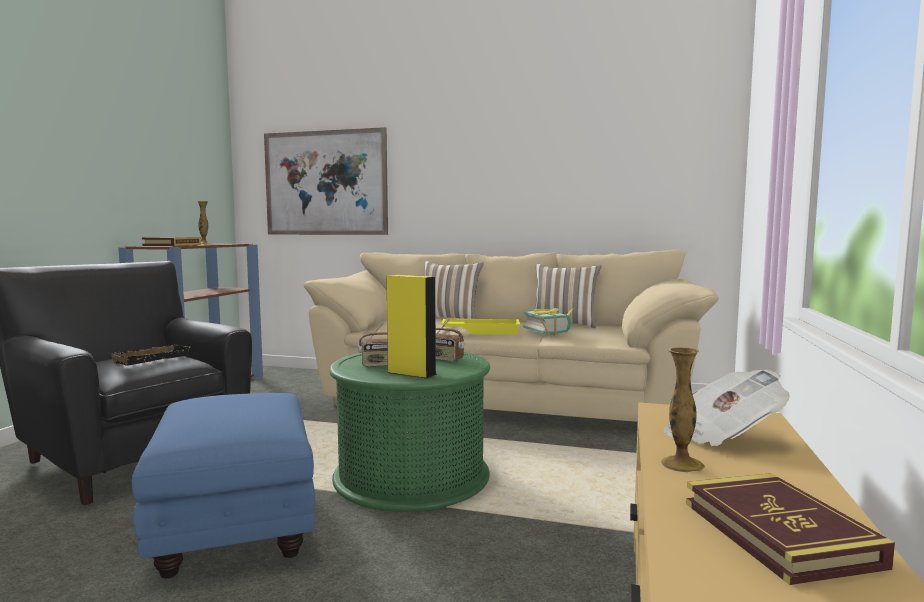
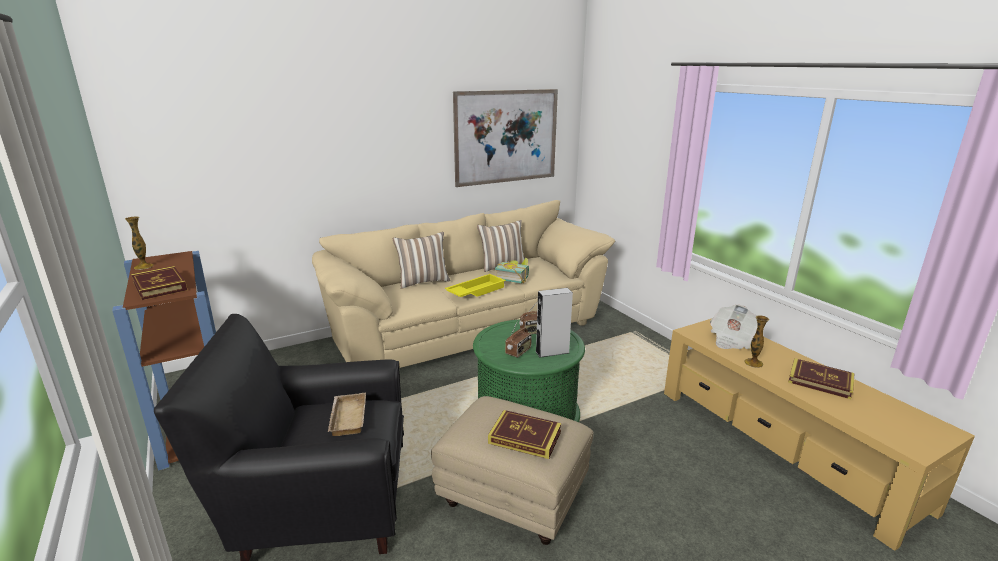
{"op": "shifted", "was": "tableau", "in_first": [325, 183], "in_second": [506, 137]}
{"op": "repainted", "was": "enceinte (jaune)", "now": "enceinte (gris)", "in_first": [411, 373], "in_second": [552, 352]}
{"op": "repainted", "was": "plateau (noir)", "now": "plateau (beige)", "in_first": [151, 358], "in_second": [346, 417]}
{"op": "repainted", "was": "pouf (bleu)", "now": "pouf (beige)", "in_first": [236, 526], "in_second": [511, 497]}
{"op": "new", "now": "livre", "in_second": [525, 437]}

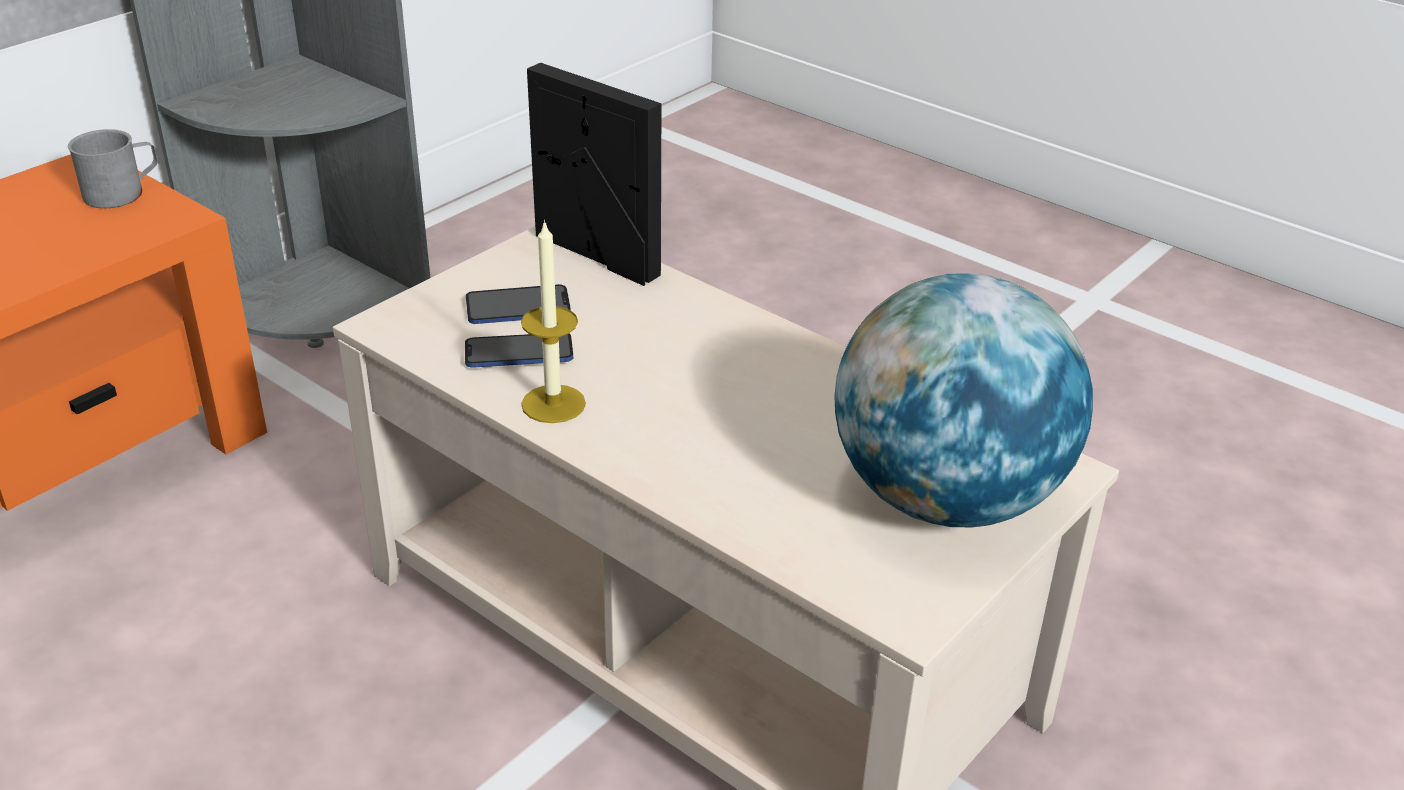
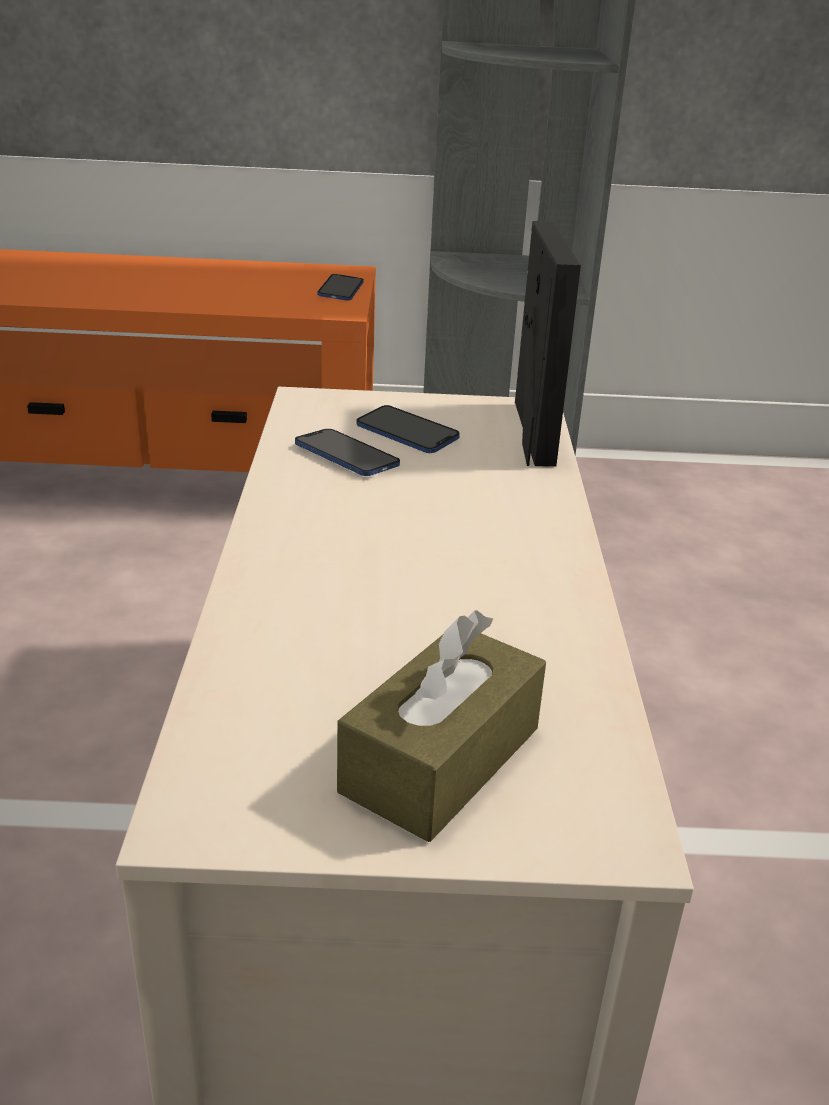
{"op": "swapped", "was": "mug (gris)", "now": "téléphone", "in_first": [123, 192], "in_second": [341, 289]}
{"op": "gone", "was": "bougie", "in_first": [553, 404]}
{"op": "swapped", "was": "globe", "now": "boîte à mouchoirs (marron)", "in_first": [946, 497], "in_second": [441, 759]}

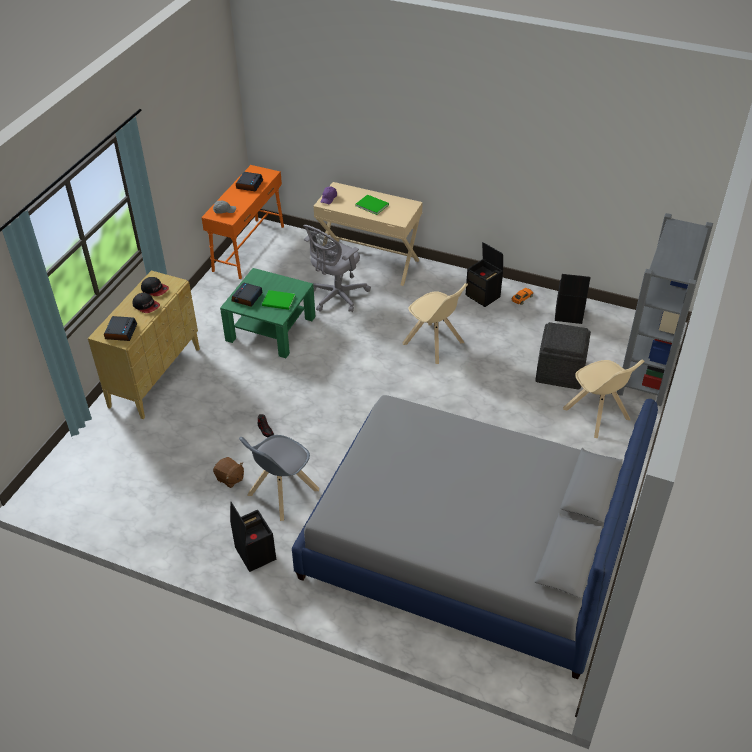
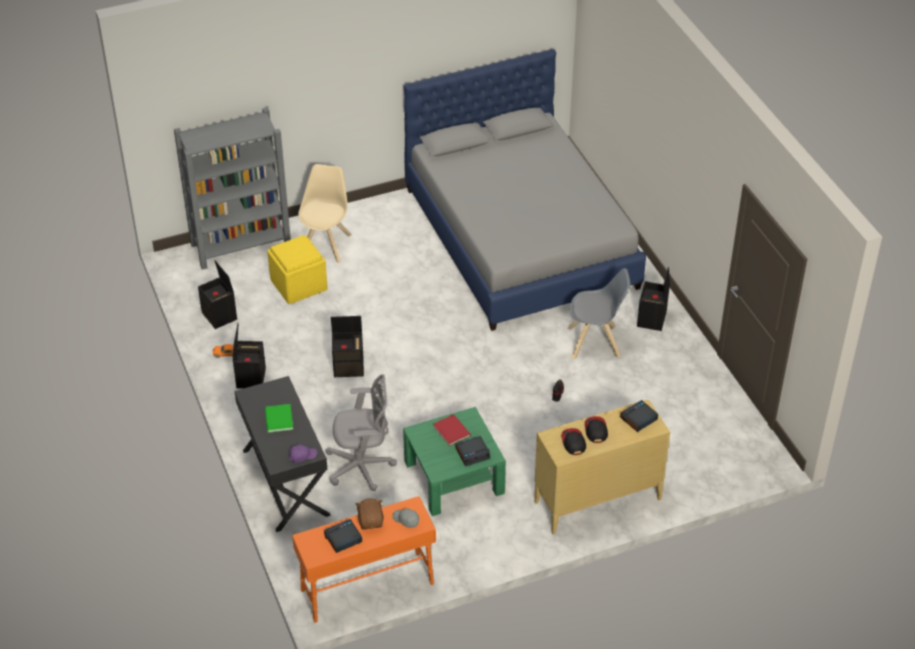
{"op": "repainted", "was": "bureau (beige)", "now": "bureau (noir)", "in_first": [369, 261], "in_second": [285, 482]}
{"op": "swapped", "was": "chaise (beige)", "now": "boîte de rangement (noir)", "in_first": [434, 344], "in_second": [349, 367]}
{"op": "repainted", "was": "livre (vert)", "now": "livre (rouge)", "in_first": [279, 301], "in_second": [452, 430]}
{"op": "repainted", "was": "pouf (gris)", "now": "pouf (jaune)", "in_first": [560, 372], "in_second": [299, 284]}
{"op": "shifted", "was": "peluche (marron)", "in_first": [230, 478], "in_second": [371, 521]}

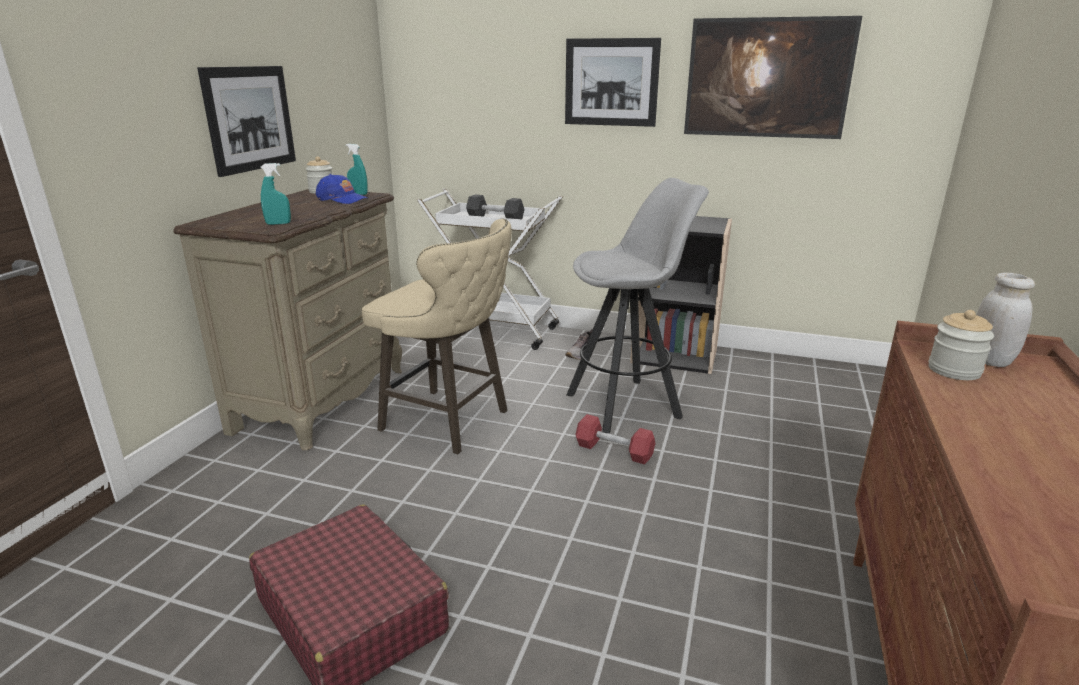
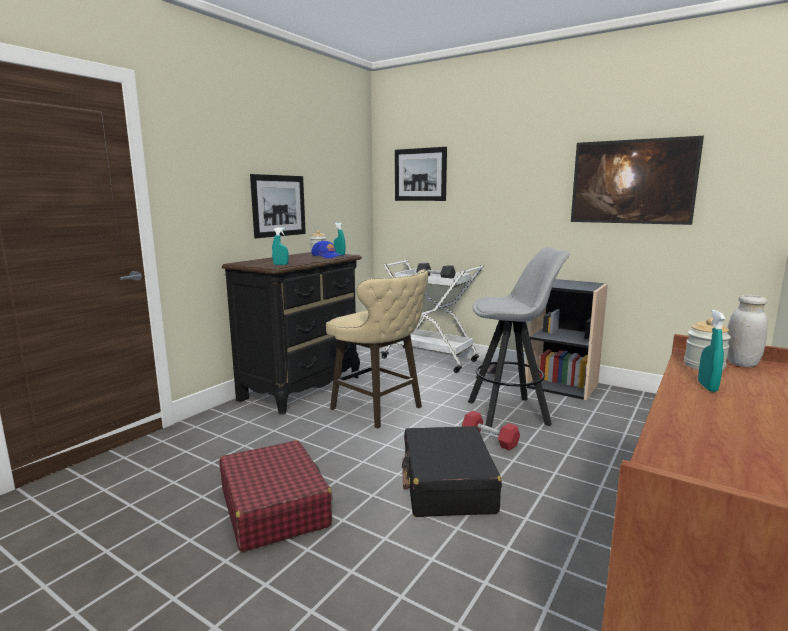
{"op": "shifted", "was": "tableau", "in_first": [611, 82], "in_second": [420, 174]}
{"op": "repainted", "was": "commode (beige)", "now": "commode (noir)", "in_first": [325, 400], "in_second": [303, 388]}
{"op": "new", "now": "vaporisateur (turquoise)", "in_second": [707, 387]}
{"op": "new", "now": "valise (noir)", "in_second": [447, 485]}

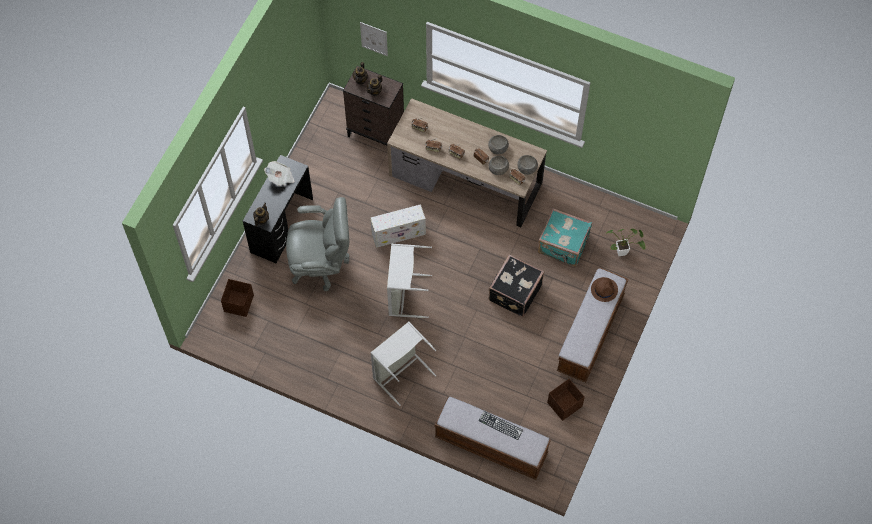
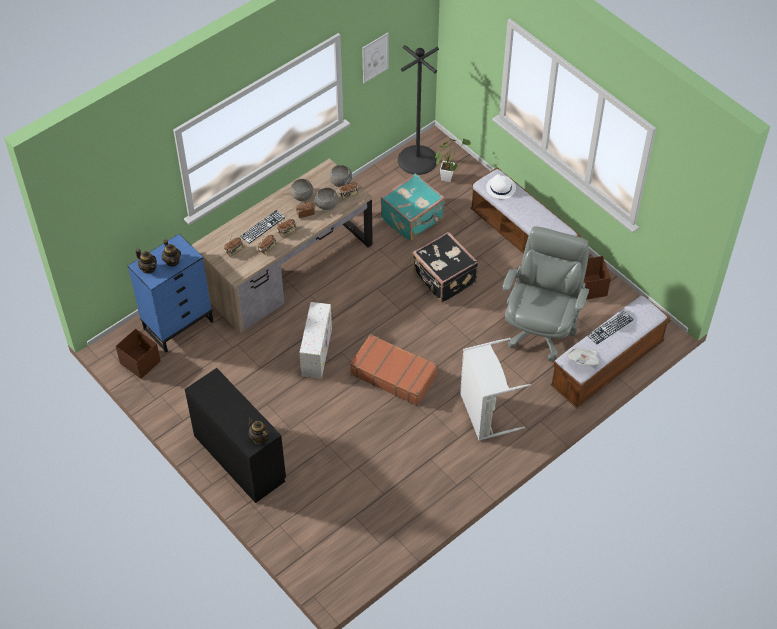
{"op": "shifted", "was": "tableau", "in_first": [374, 38], "in_second": [375, 57]}
{"op": "repainted", "was": "commode (marron)", "now": "commode (bleu)", "in_first": [376, 132], "in_second": [178, 324]}
{"op": "shifted", "was": "journal", "in_first": [280, 178], "in_second": [583, 361]}
{"op": "shifted", "was": "chaise de bureau (gris)", "in_first": [321, 264], "in_second": [541, 328]}
{"op": "swapped", "was": "panier à linge (gris)", "now": "valise (marron)", "in_first": [404, 295], "in_second": [393, 374]}
{"op": "repainted", "was": "chapeau (marron)", "now": "chapeau (blanc)", "in_first": [604, 289], "in_second": [500, 187]}
{"op": "shifted", "was": "boîte de rangement (marron)", "in_first": [239, 303], "in_second": [140, 362]}
{"op": "new", "now": "portant (noir)", "in_second": [417, 160]}
{"op": "new", "now": "clavier", "in_second": [262, 227]}

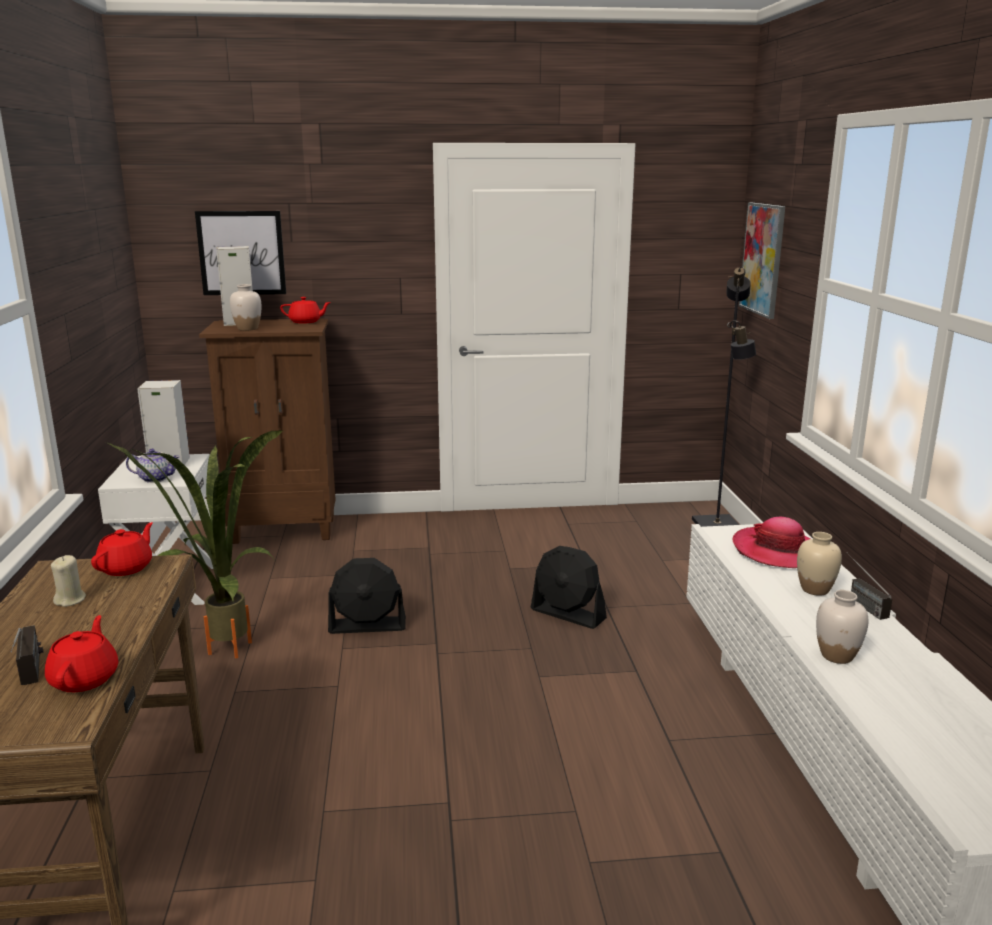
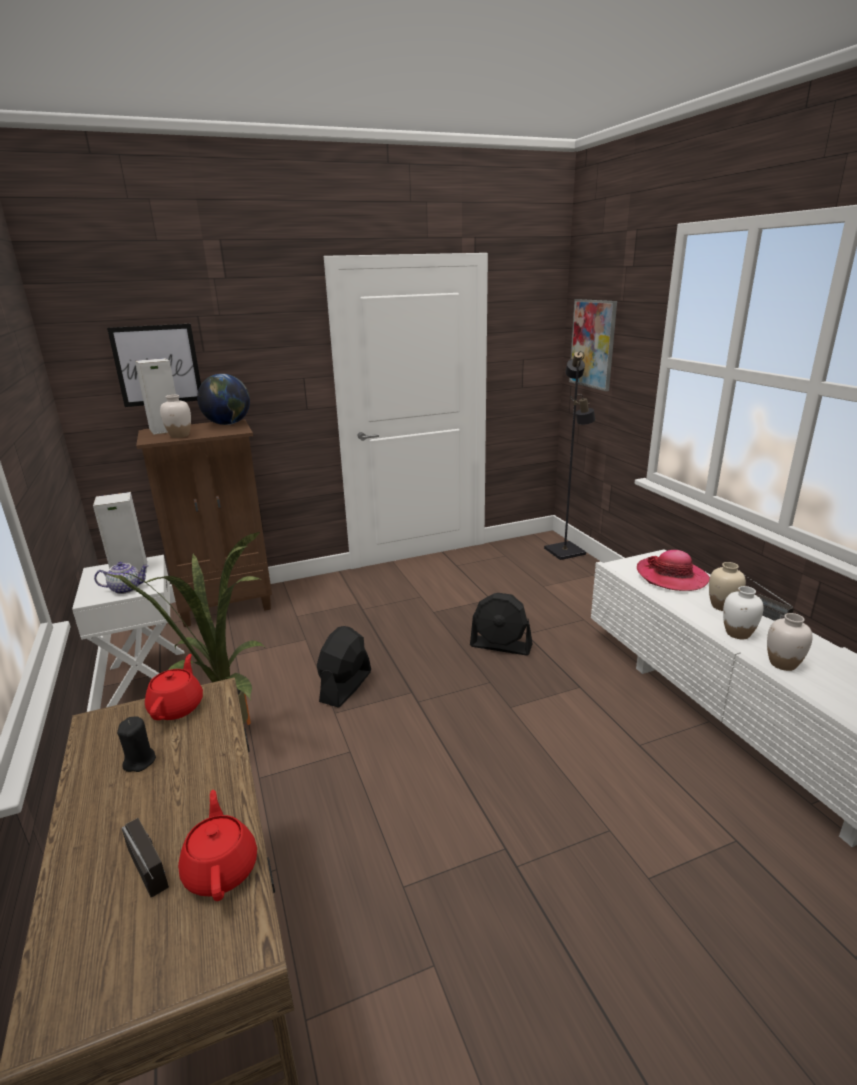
{"op": "swapped", "was": "théière (rouge)", "now": "globe", "in_first": [306, 322], "in_second": [228, 424]}
{"op": "repainted", "was": "bougie (beige)", "now": "bougie (noir)", "in_first": [70, 600], "in_second": [140, 761]}
{"op": "rotated", "was": "ventilateur (noir)", "in_first": [367, 626], "in_second": [346, 686], "clockwise": 135}
{"op": "new", "now": "vase (blanc)", "in_second": [738, 633]}

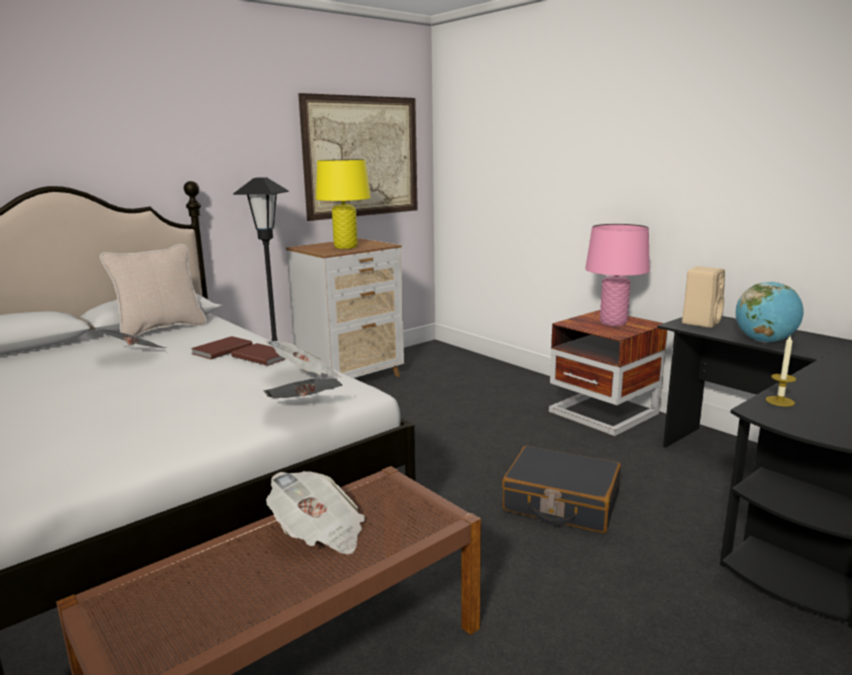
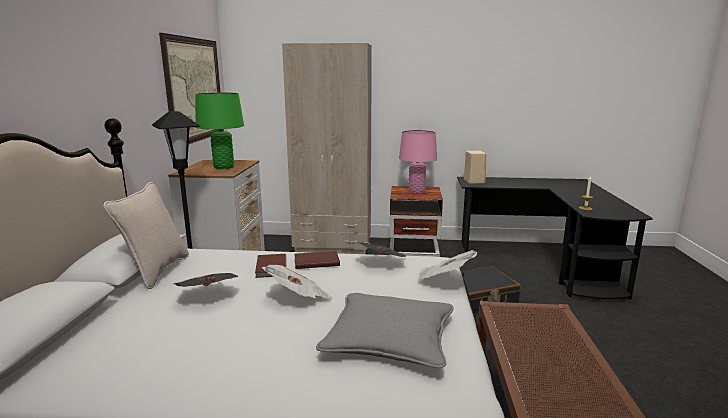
{"op": "repainted", "was": "lampe de table (jaune)", "now": "lampe de table (vert)", "in_first": [345, 247], "in_second": [224, 167]}
{"op": "gone", "was": "globe", "in_first": [765, 341]}
{"op": "shifted", "was": "journal", "in_first": [319, 534], "in_second": [298, 297]}
{"op": "new", "now": "armoire (beige)", "in_second": [333, 246]}
{"op": "new", "now": "coussin (gris)", "in_second": [389, 338]}

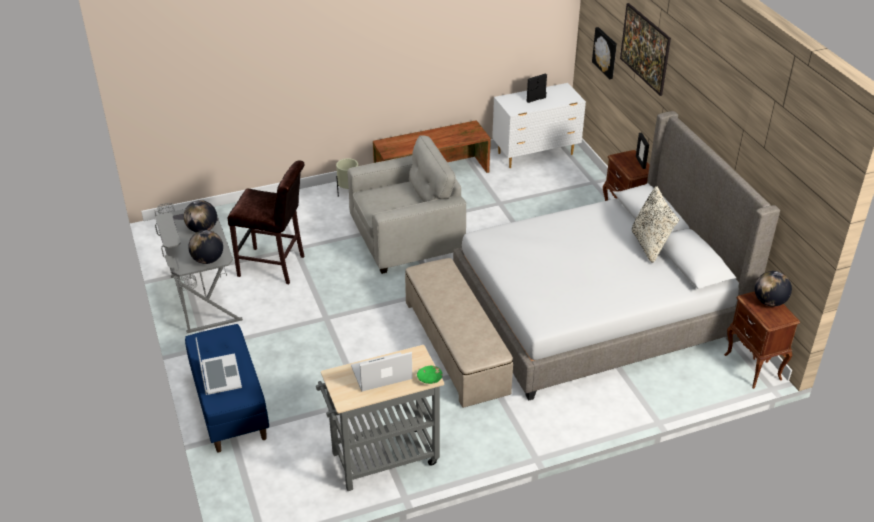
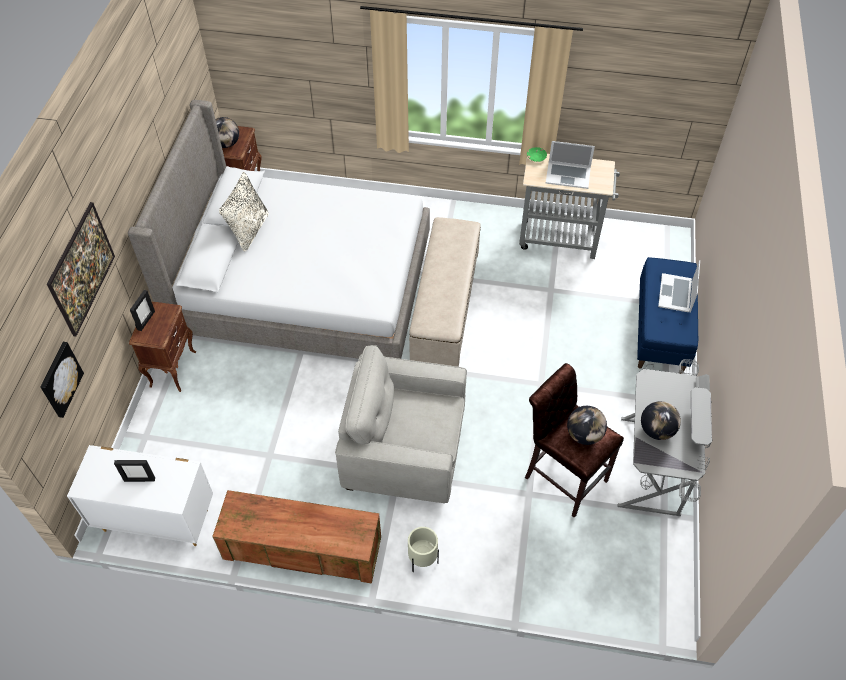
{"op": "shifted", "was": "globe", "in_first": [208, 260], "in_second": [584, 435]}

